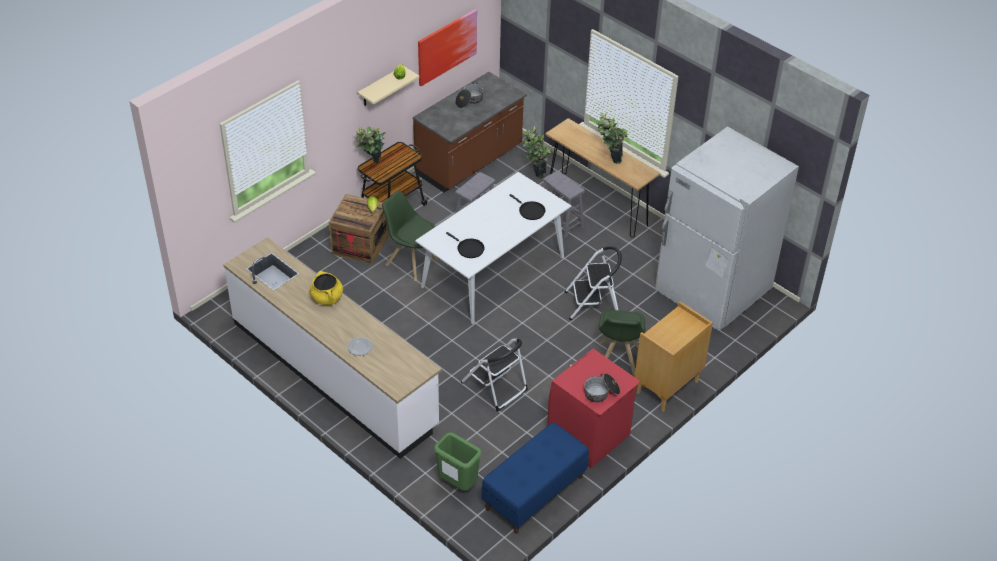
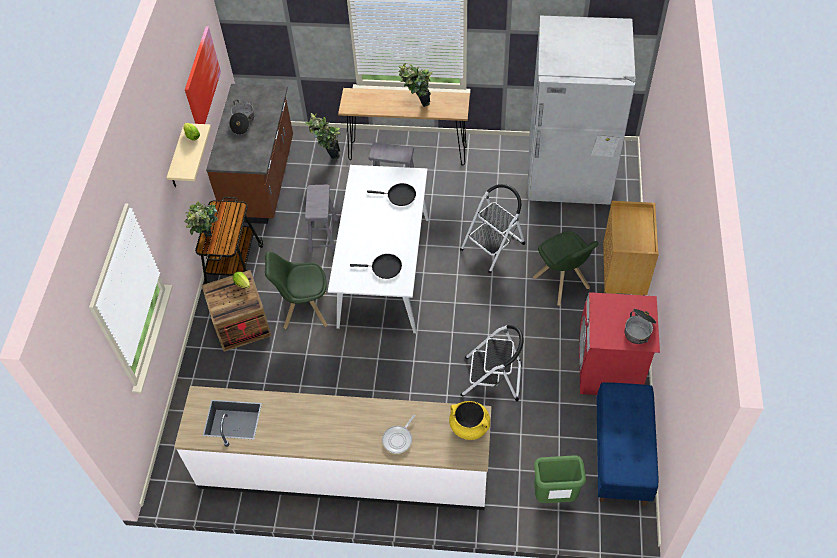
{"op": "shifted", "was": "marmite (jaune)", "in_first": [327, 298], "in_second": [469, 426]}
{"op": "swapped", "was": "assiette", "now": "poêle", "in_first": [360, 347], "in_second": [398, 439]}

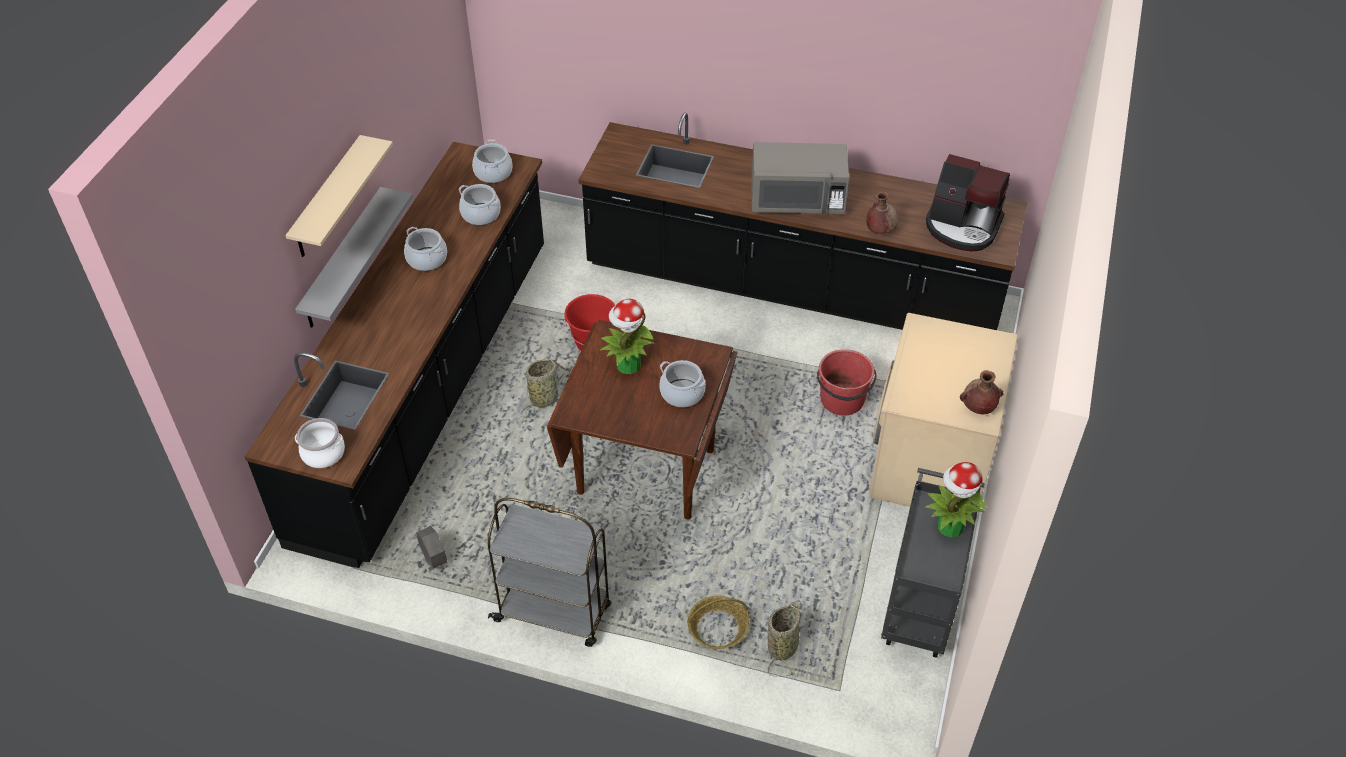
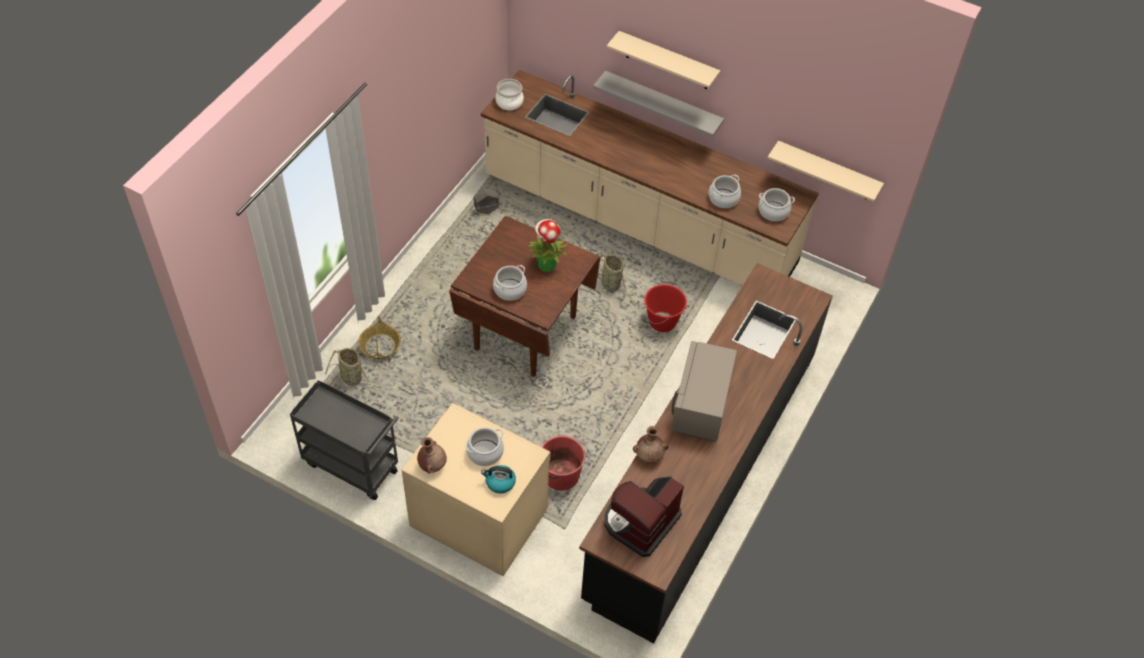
{"op": "repainted", "was": "comptoir de cuisine (noir)", "now": "comptoir de cuisine (beige)", "in_first": [428, 387], "in_second": [638, 221]}
{"op": "shifted", "was": "marmite", "in_first": [427, 259], "in_second": [485, 452]}
{"op": "gone", "was": "plante en pot", "in_first": [949, 527]}
{"op": "gone", "was": "chariot (gris)", "in_first": [554, 614]}
{"op": "new", "now": "étagère (beige)", "in_second": [827, 171]}
{"op": "new", "now": "bouilloire", "in_second": [500, 482]}

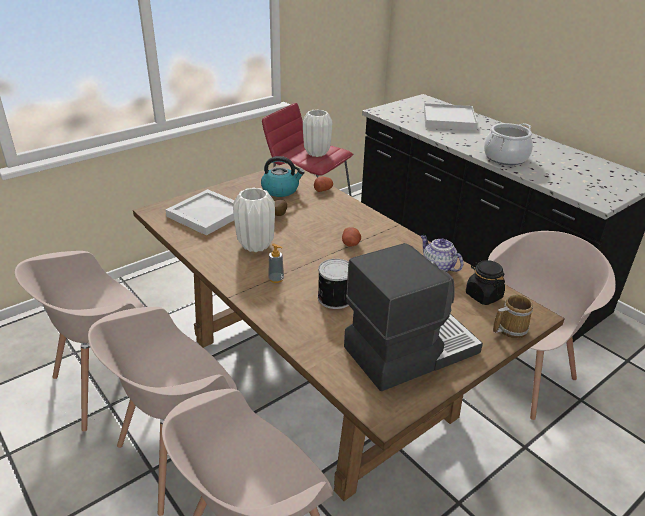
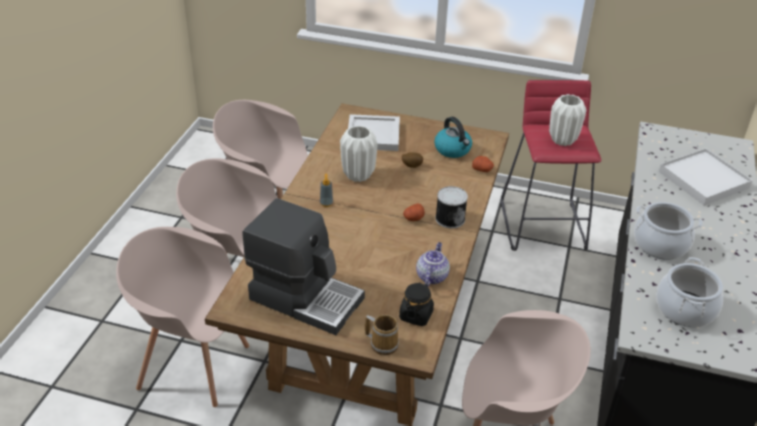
{"op": "shifted", "was": "boîte métallique", "in_first": [334, 297], "in_second": [449, 218]}
{"op": "new", "now": "marmite", "in_second": [685, 309]}

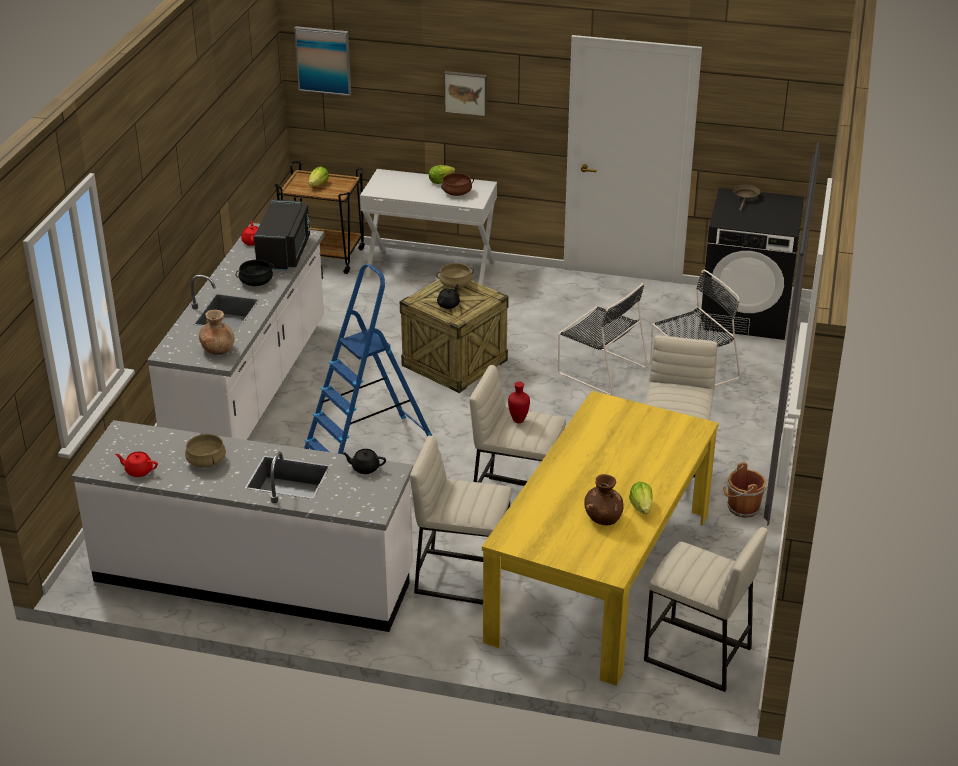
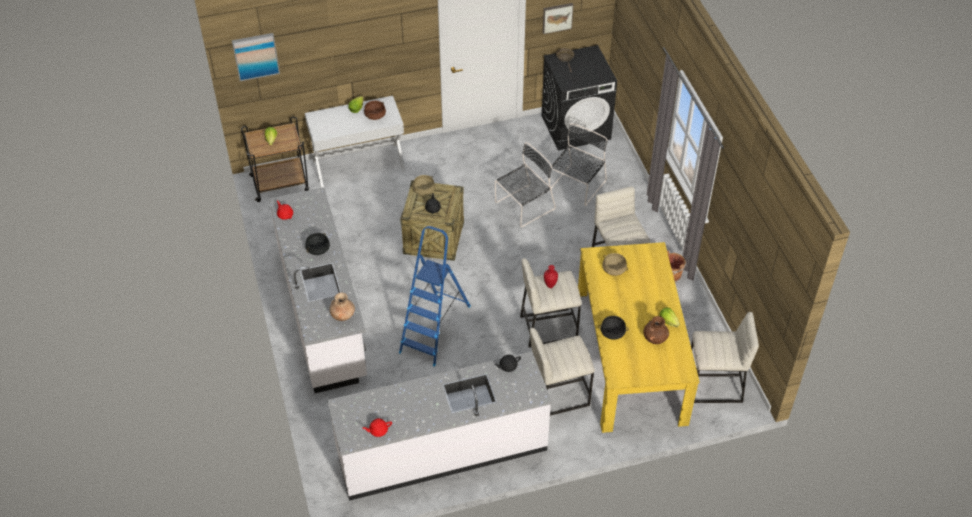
{"op": "shifted", "was": "tableau", "in_first": [466, 92], "in_second": [557, 17]}
{"op": "gone", "was": "micro-ondes (noir)", "in_first": [285, 253]}
{"op": "rotated", "was": "chaise (noir)", "in_first": [600, 369], "in_second": [523, 206], "clockwise": -45}
{"op": "shifted", "was": "marmite (beige)", "in_first": [207, 461], "in_second": [614, 269]}
{"op": "new", "now": "marmite (noir)", "in_second": [612, 332]}

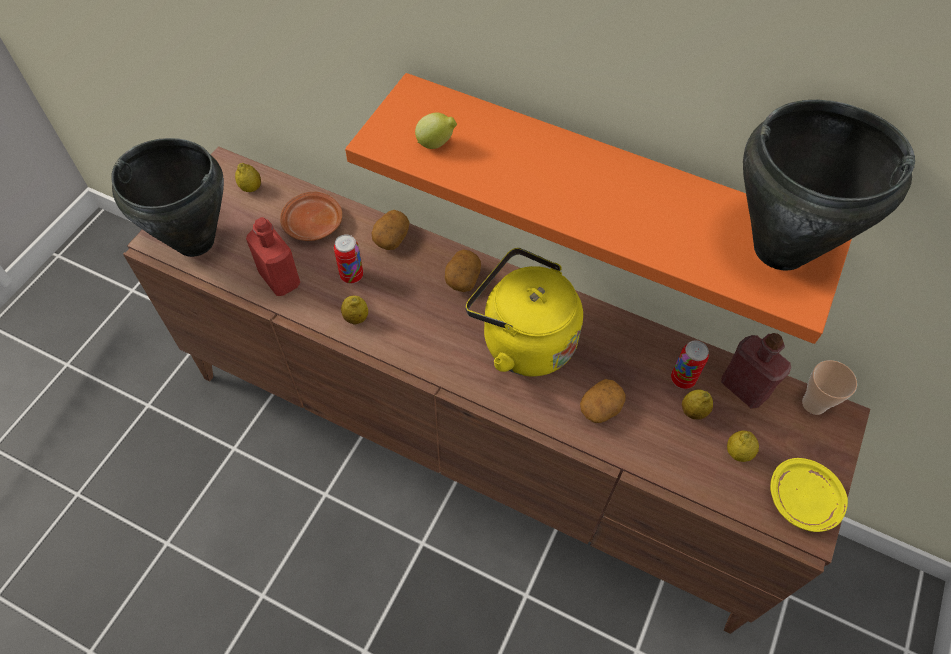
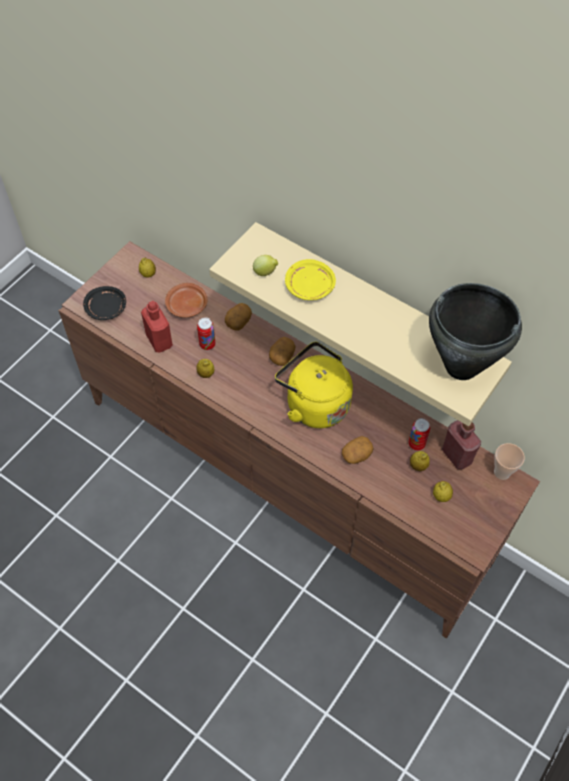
{"op": "repainted", "was": "étagère (orange)", "now": "étagère (beige)", "in_first": [606, 183], "in_second": [374, 308]}
{"op": "swapped", "was": "marmite (noir)", "now": "assiette (noir)", "in_first": [195, 242], "in_second": [106, 308]}
{"op": "shifted", "was": "assiette (jaune)", "in_first": [803, 500], "in_second": [310, 286]}

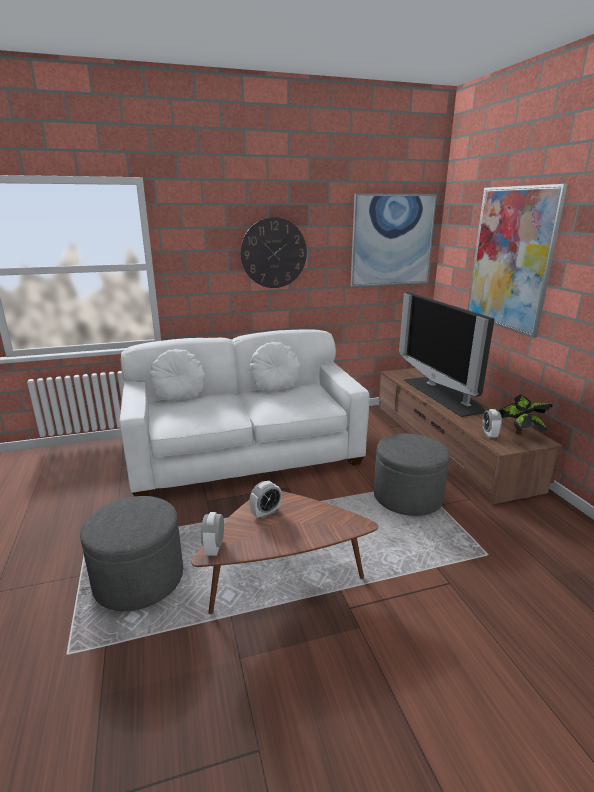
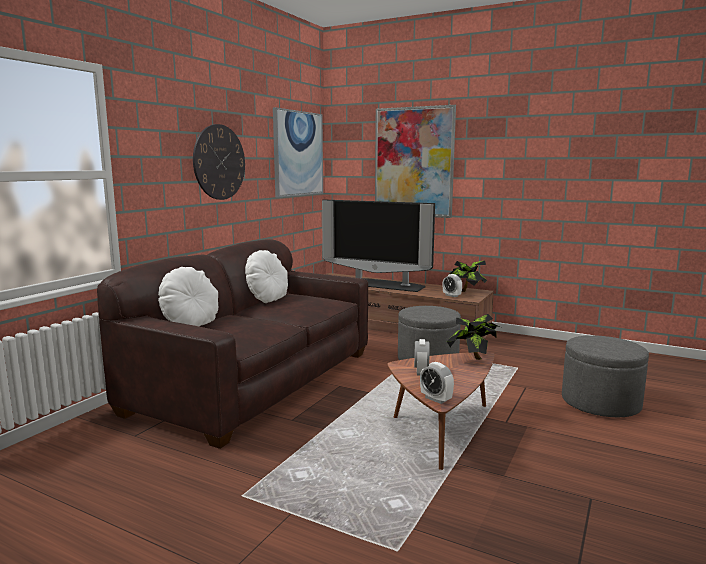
{"op": "repainted", "was": "canapé (blanc)", "now": "canapé (marron)", "in_first": [245, 455], "in_second": [256, 381]}
{"op": "shifted", "was": "pouf (gris)", "in_first": [139, 579], "in_second": [600, 403]}
{"op": "new", "now": "plante en pot", "in_second": [473, 360]}

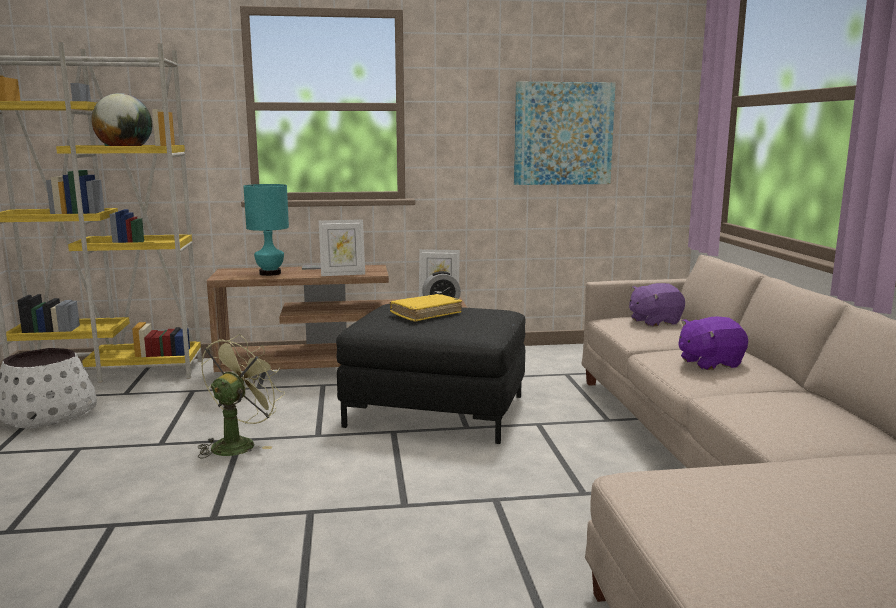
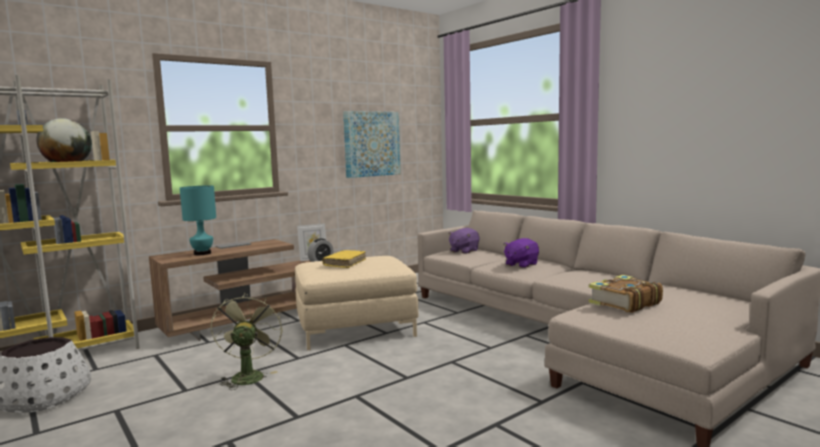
{"op": "gone", "was": "cadre photo", "in_first": [343, 274]}
{"op": "repainted", "was": "pouf (noir)", "now": "pouf (beige)", "in_first": [436, 410], "in_second": [355, 328]}
{"op": "new", "now": "livre", "in_second": [623, 303]}

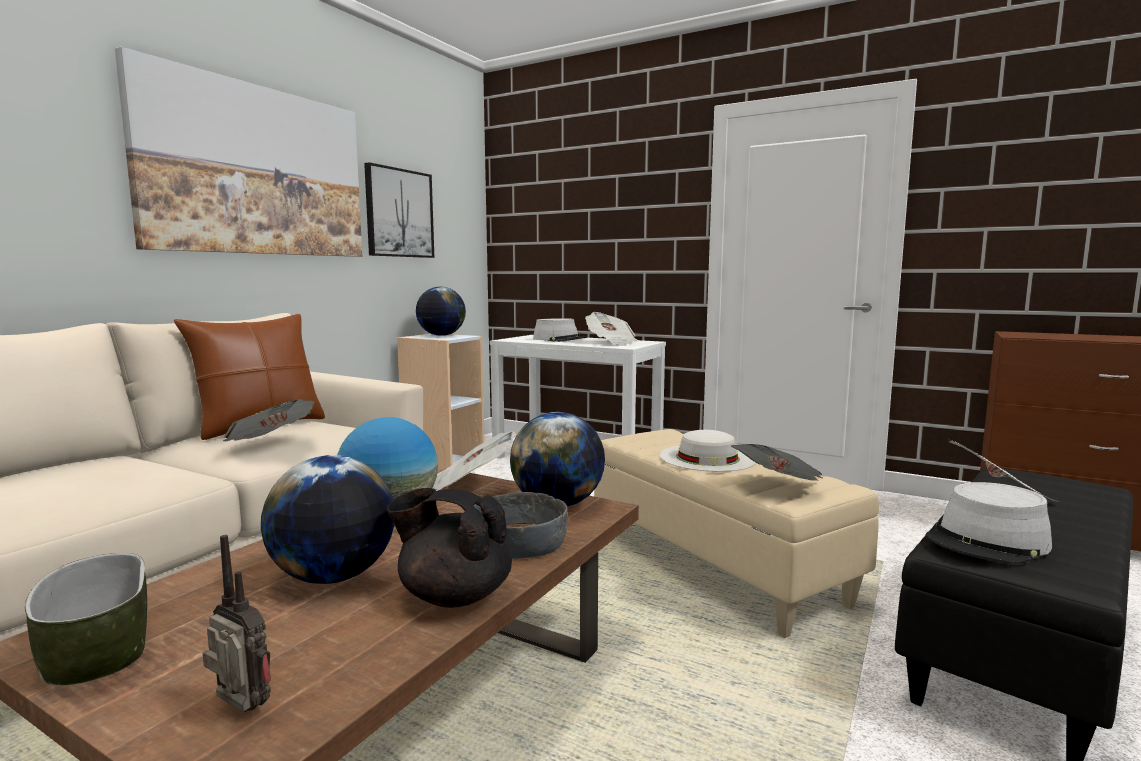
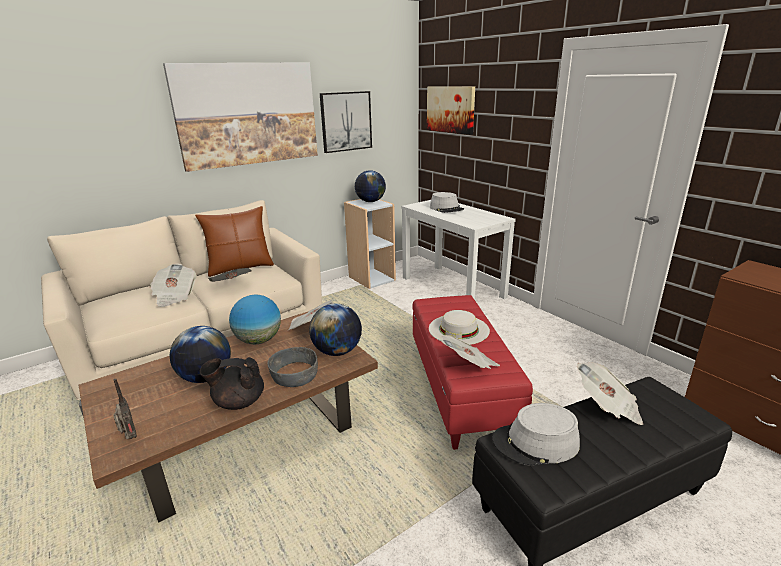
{"op": "shifted", "was": "journal", "in_first": [611, 343], "in_second": [174, 296]}
{"op": "repainted", "was": "pouf (beige)", "now": "pouf (rouge)", "in_first": [712, 567], "in_second": [459, 391]}
{"op": "rotated", "was": "théière (noir)", "in_first": [454, 596], "in_second": [238, 402], "clockwise": -45}
{"op": "gone", "was": "bol", "in_first": [99, 651]}
{"op": "new", "now": "tableau", "in_second": [450, 109]}

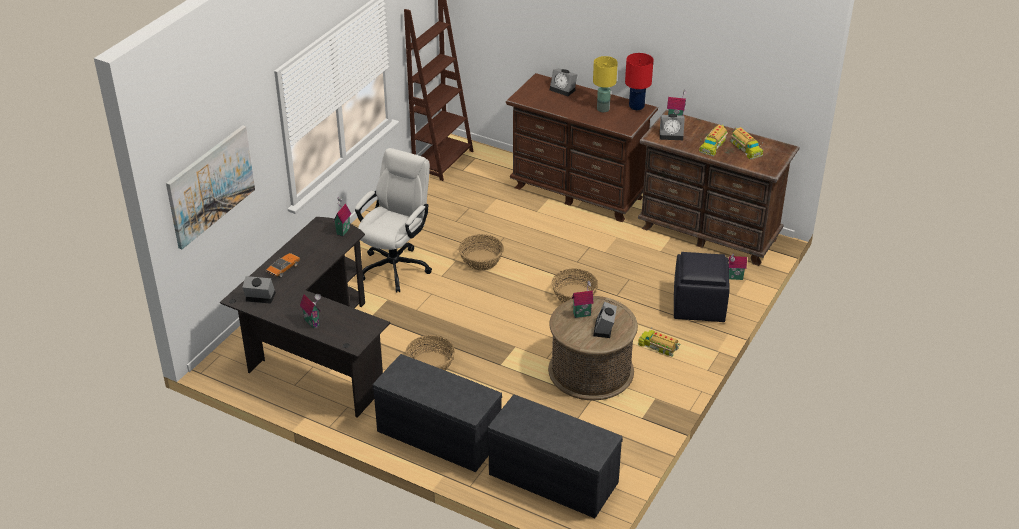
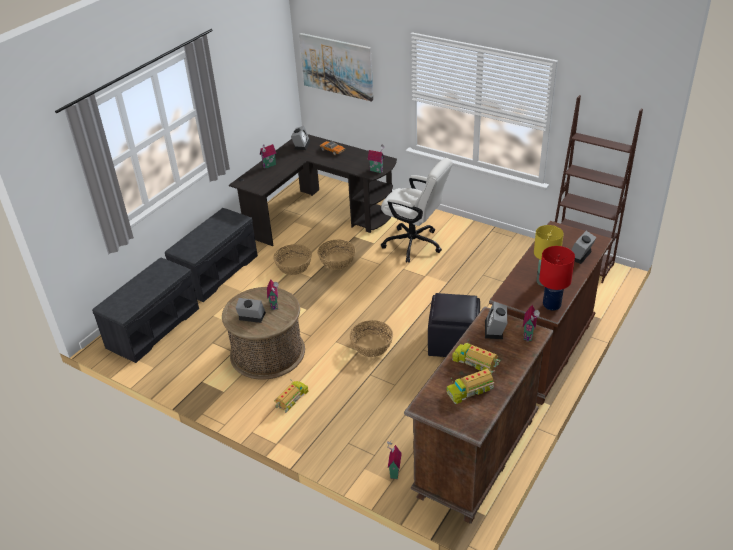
{"op": "shifted", "was": "panier", "in_first": [481, 260], "in_second": [337, 261]}
{"op": "shifted", "was": "pouf (noir)", "in_first": [699, 306], "in_second": [453, 343]}

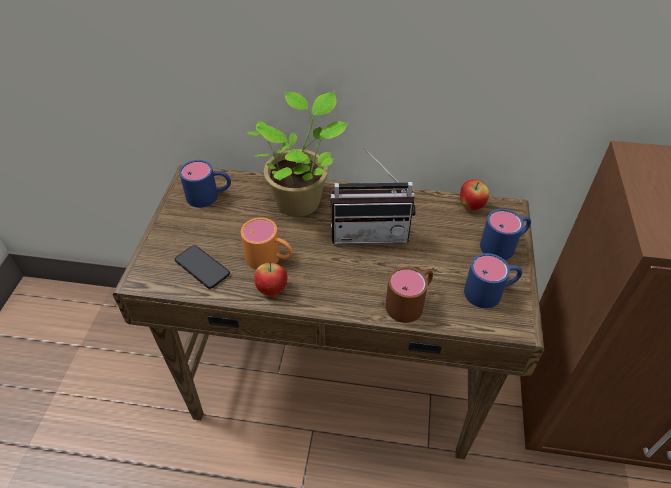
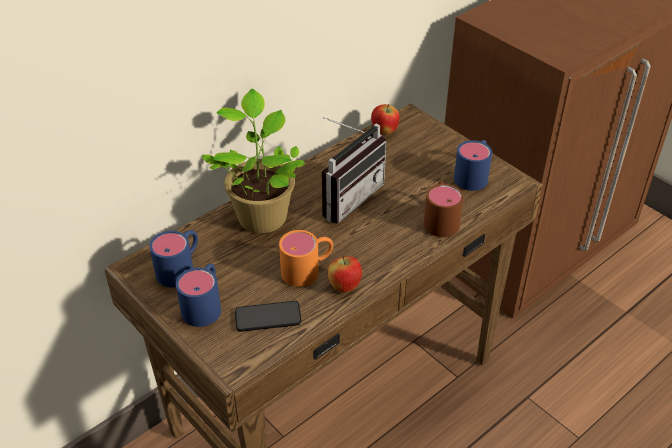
{"op": "shifted", "was": "mug (bleu)", "in_first": [504, 244], "in_second": [205, 304]}

